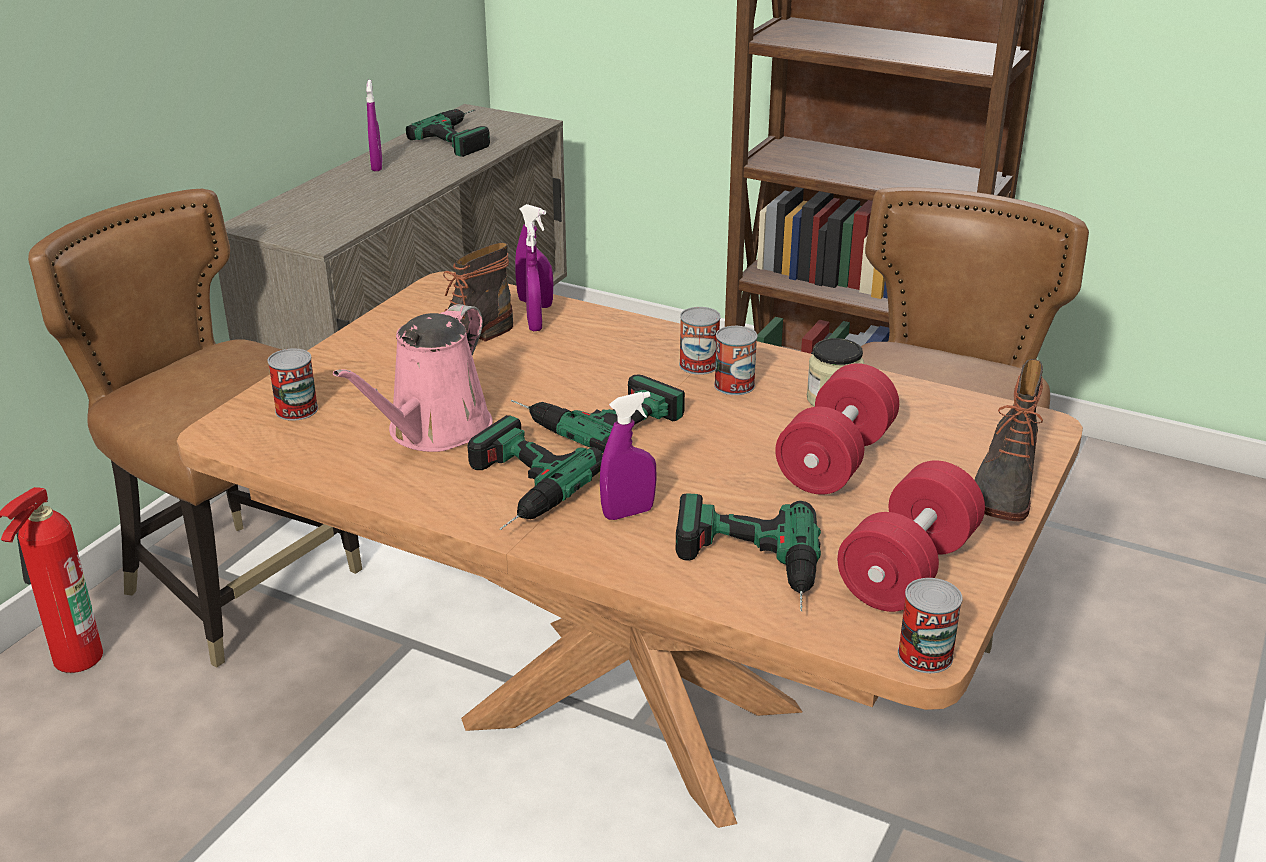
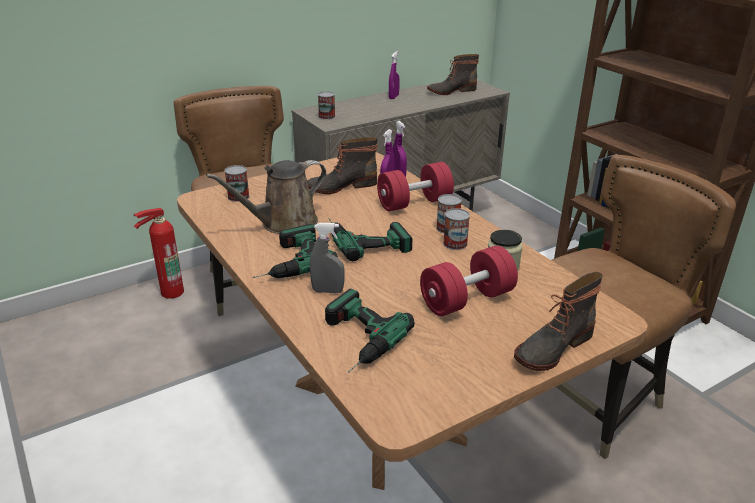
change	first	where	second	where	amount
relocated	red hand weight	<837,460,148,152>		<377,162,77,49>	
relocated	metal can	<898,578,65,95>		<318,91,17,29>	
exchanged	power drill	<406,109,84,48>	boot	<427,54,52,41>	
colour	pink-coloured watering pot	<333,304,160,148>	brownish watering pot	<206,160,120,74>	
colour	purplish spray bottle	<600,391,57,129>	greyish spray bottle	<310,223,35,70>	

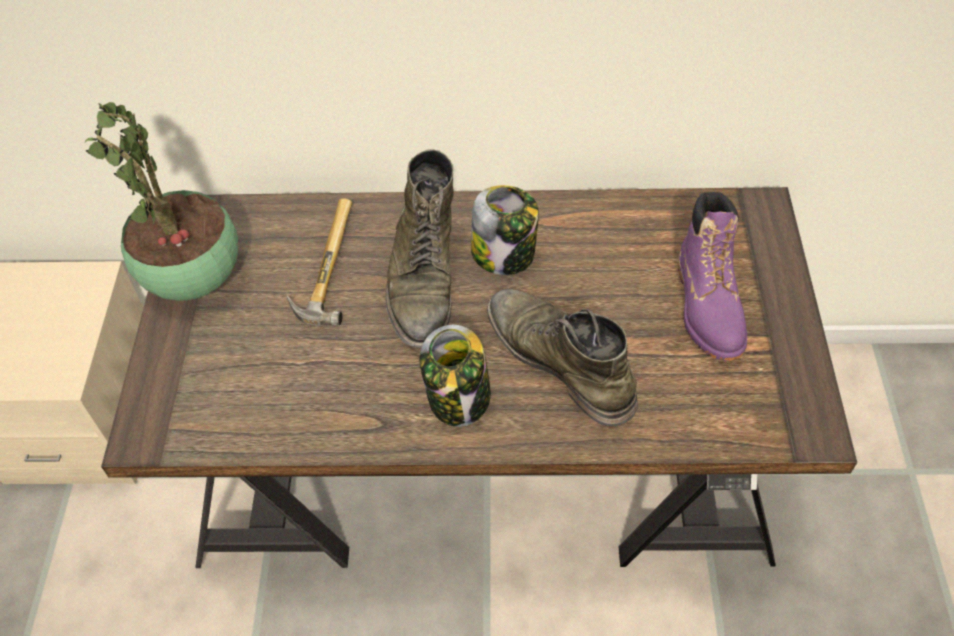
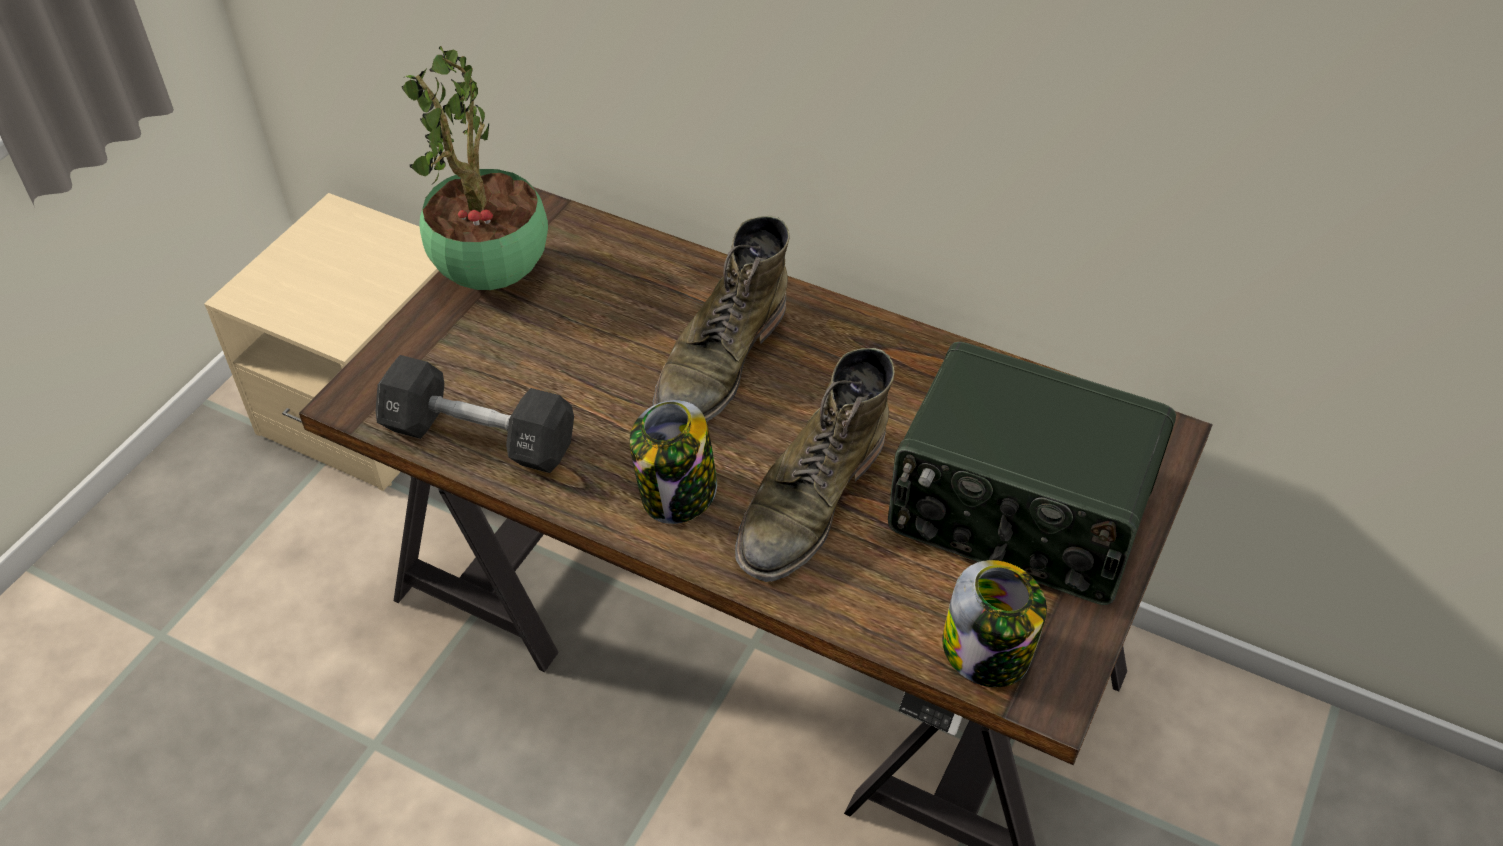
change	first	where	second	where	amount
missing	tool hammer	<286,198,67,128>			
appeared			black-coloured hand weight	<376,355,198,118>	
relocated	preserve jar	<471,185,68,90>		<942,560,105,127>	
exchanged	purplish boot	<678,192,69,169>	radio receiver	<888,342,288,263>	
spun	green-coloured boot	<487,289,151,138>		<735,348,160,234>	135 degrees counterclockwise

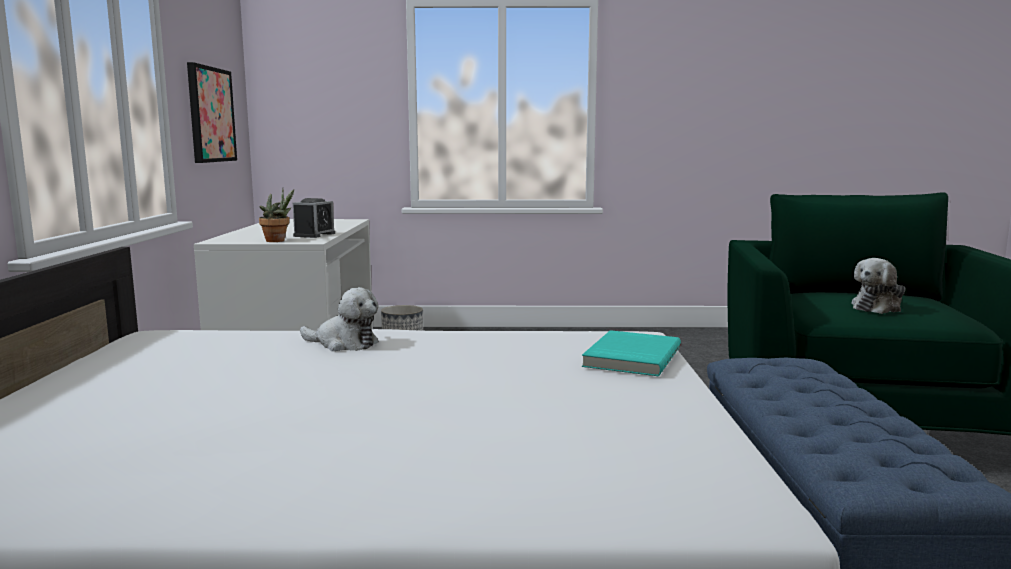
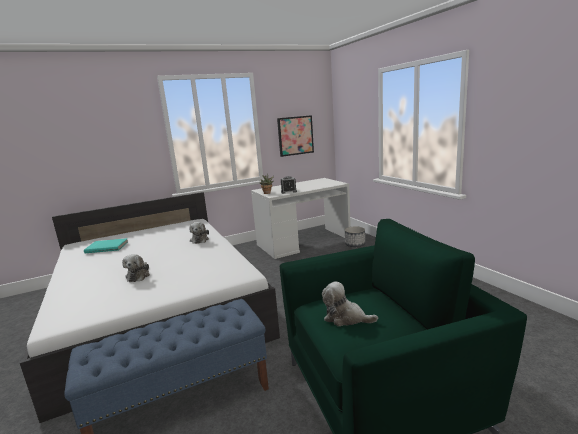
change	first	where	second	where	amount
appeared			soft toy	<122,254,28,28>	
relocated	turquoise-coloured volume	<582,330,99,46>		<84,238,44,15>	

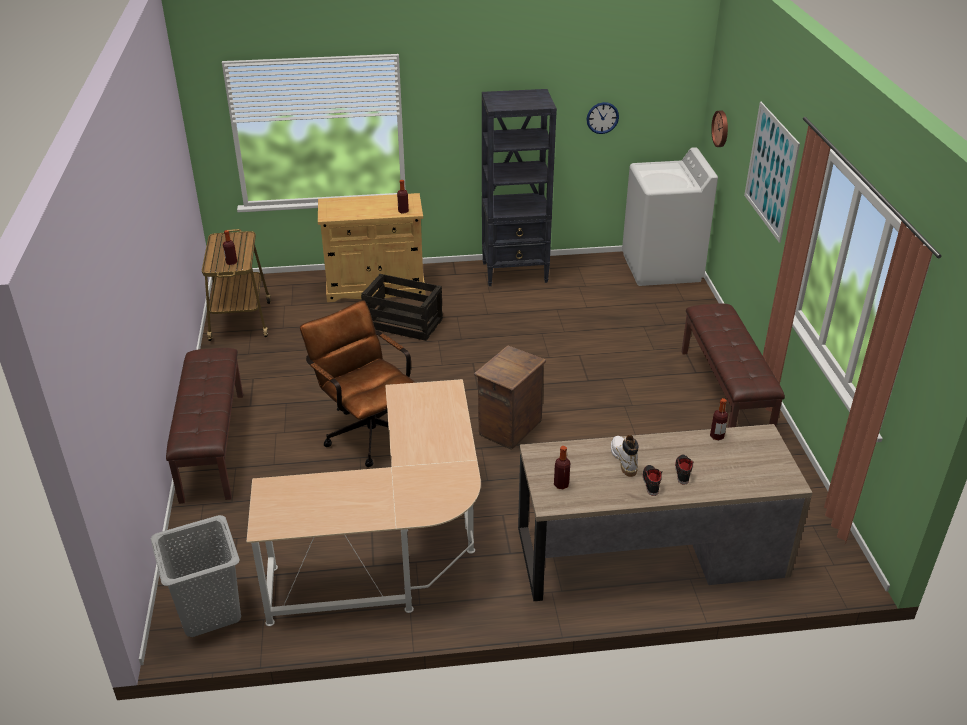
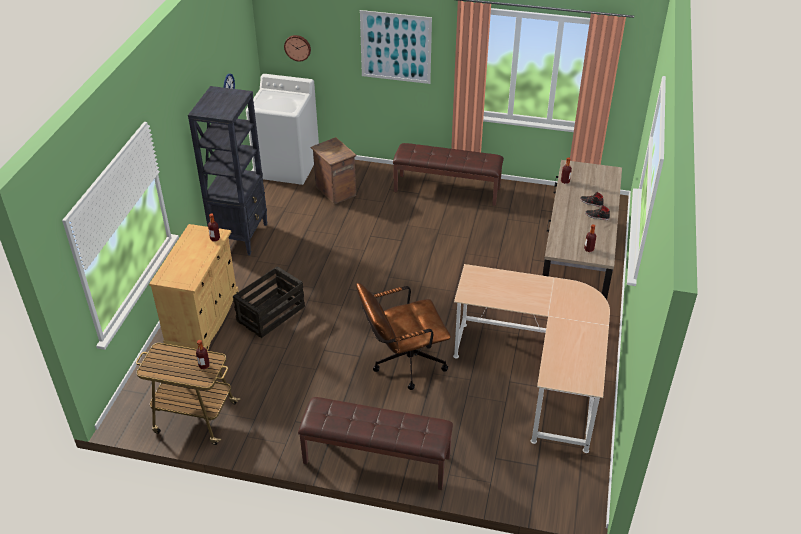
change	first	where	second	where	amount
missing	greyish hamper	<151,515,90,122>			
missing	white-coloured boot	<611,435,27,42>			
relocated	packing crate	<474,345,72,105>		<311,137,45,67>	

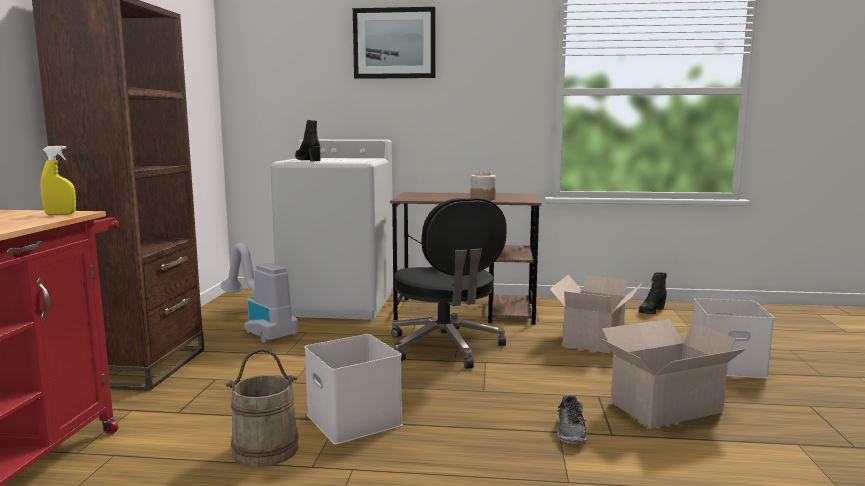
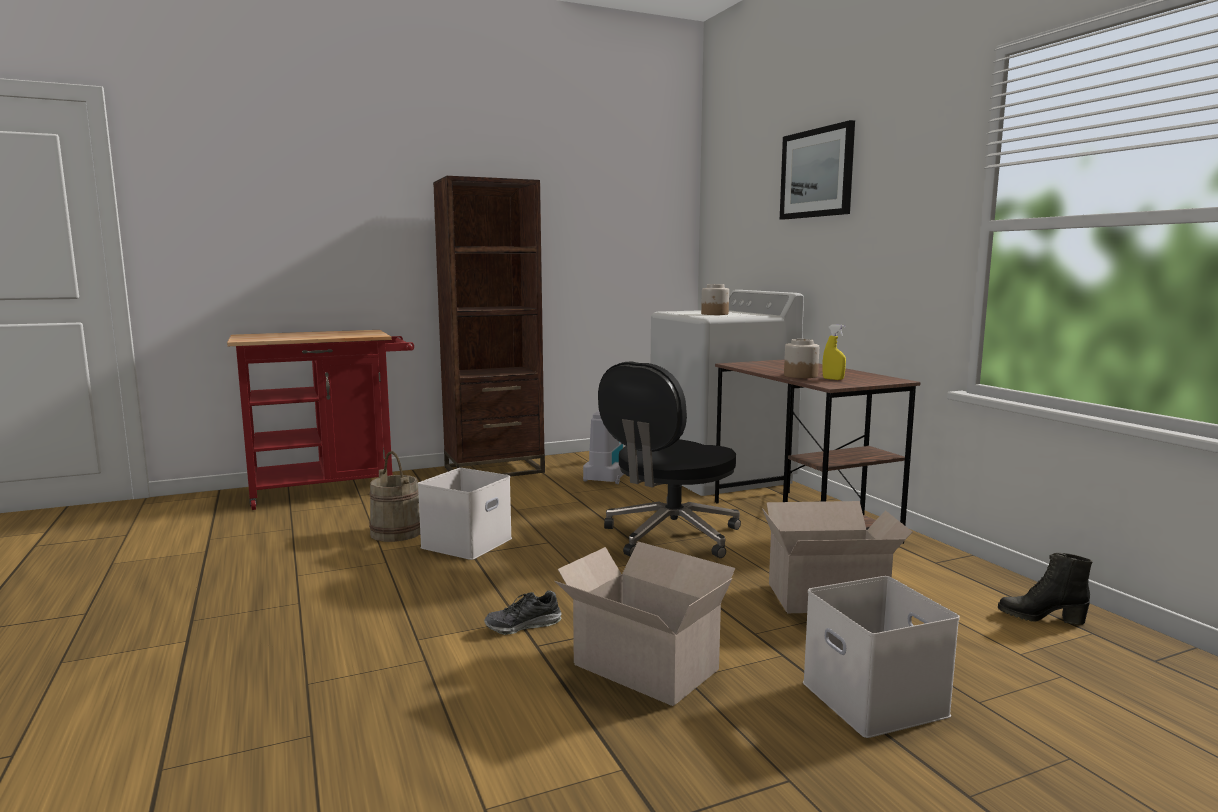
change	first	where	second	where	amount
missing	black-coloured boot	<295,120,26,42>			
appeared			preserve jar	<701,284,28,31>	
relocated	yellow spray bottle	<40,146,36,69>		<822,324,24,56>	

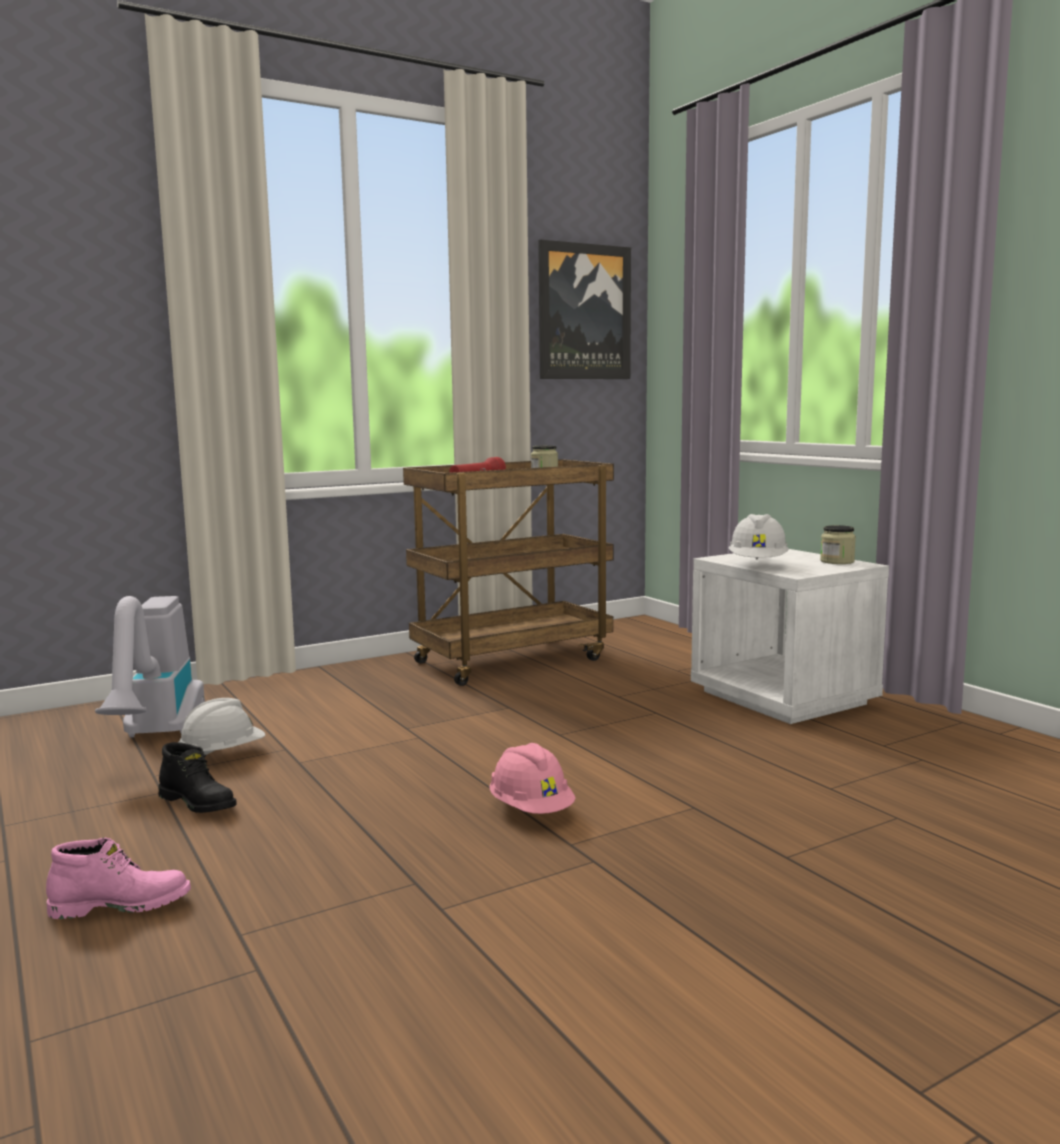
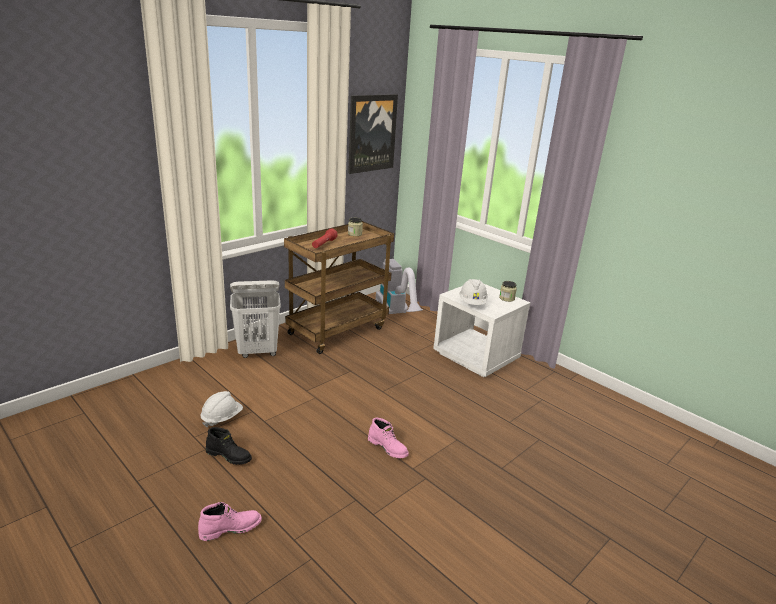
change	first	where	second	where	amount
appeared			white-coloured hamper	<230,280,51,78>	
relocated	vacuum cleaner	<95,596,110,142>		<376,259,47,55>	
exchanged	pink-coloured work helmet	<489,743,87,71>	pink-coloured boot	<368,418,41,40>	

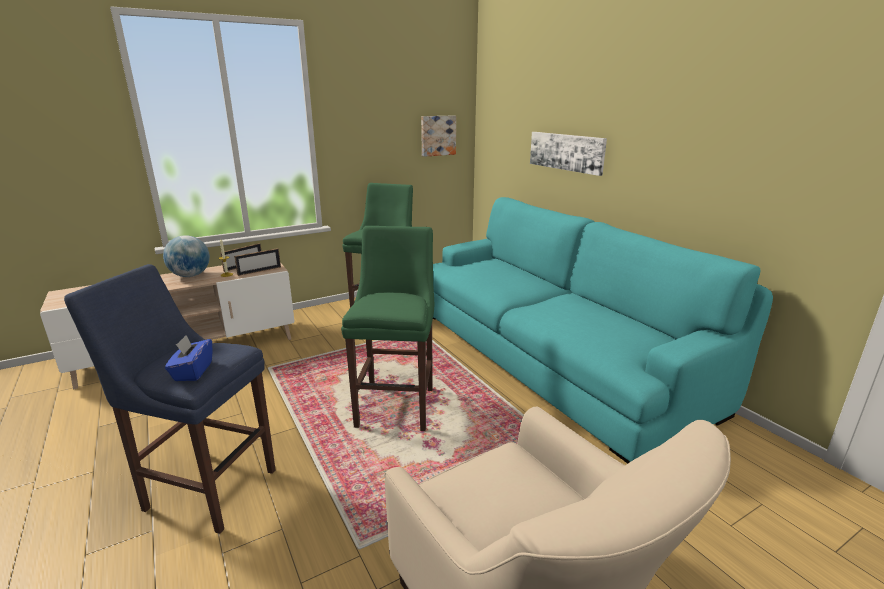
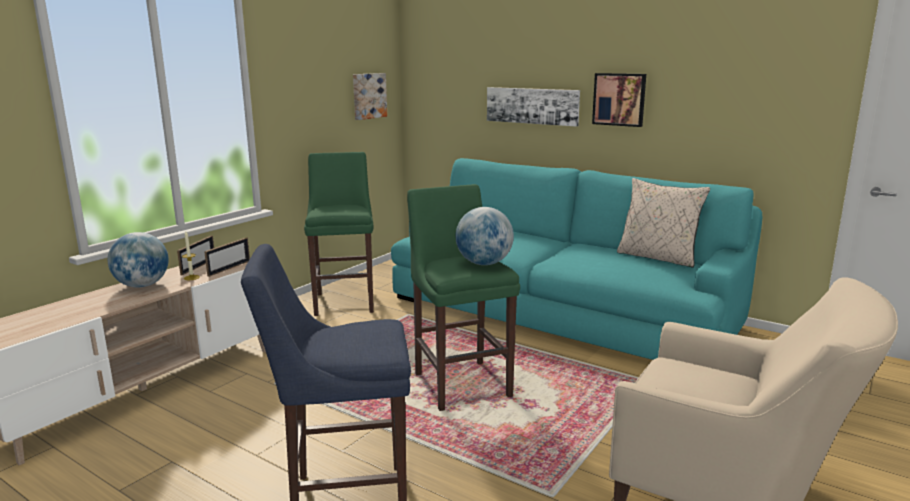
change	first	where	second	where	amount
missing	blue box of tissues	<165,335,47,46>			
appeared			globe	<456,207,58,58>	
appeared			wall picture	<592,73,54,54>	
appeared			beige pillow	<617,178,93,90>	

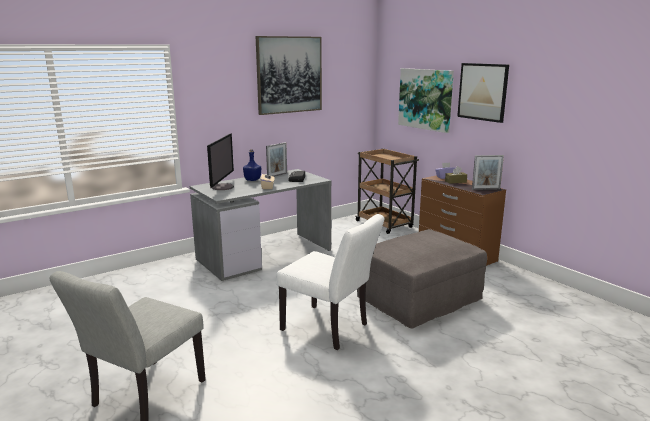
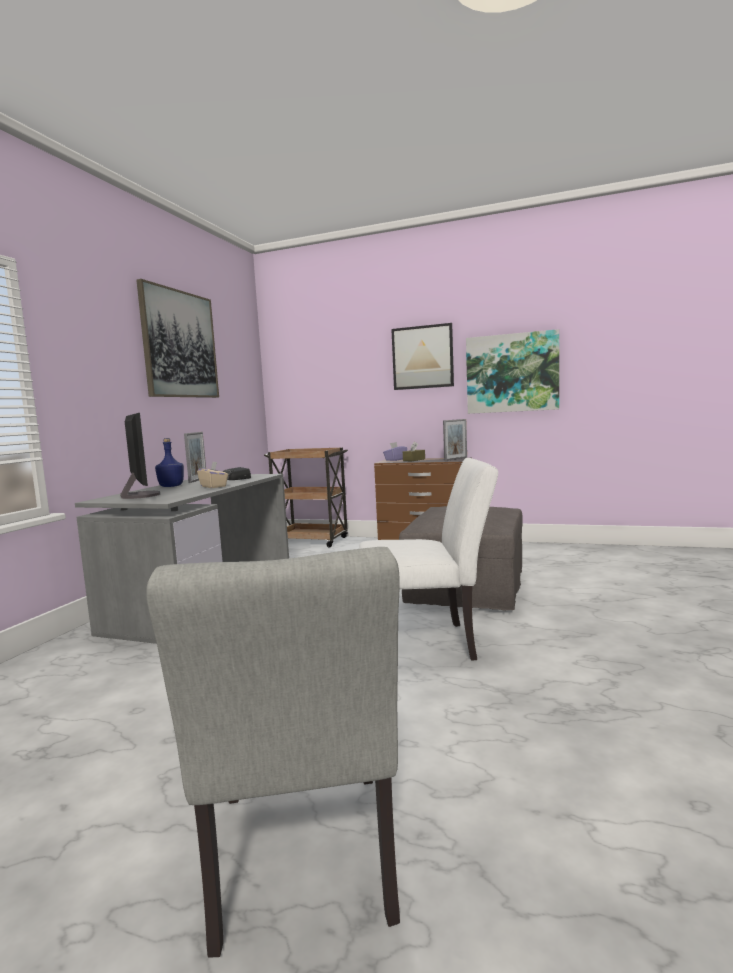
change	first	where	second	where	amount
relocated	wall picture	<398,68,56,65>		<466,329,93,85>	

